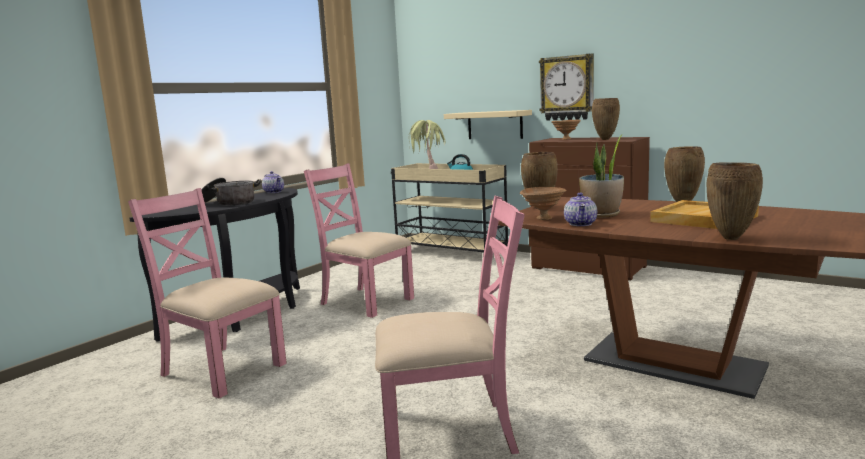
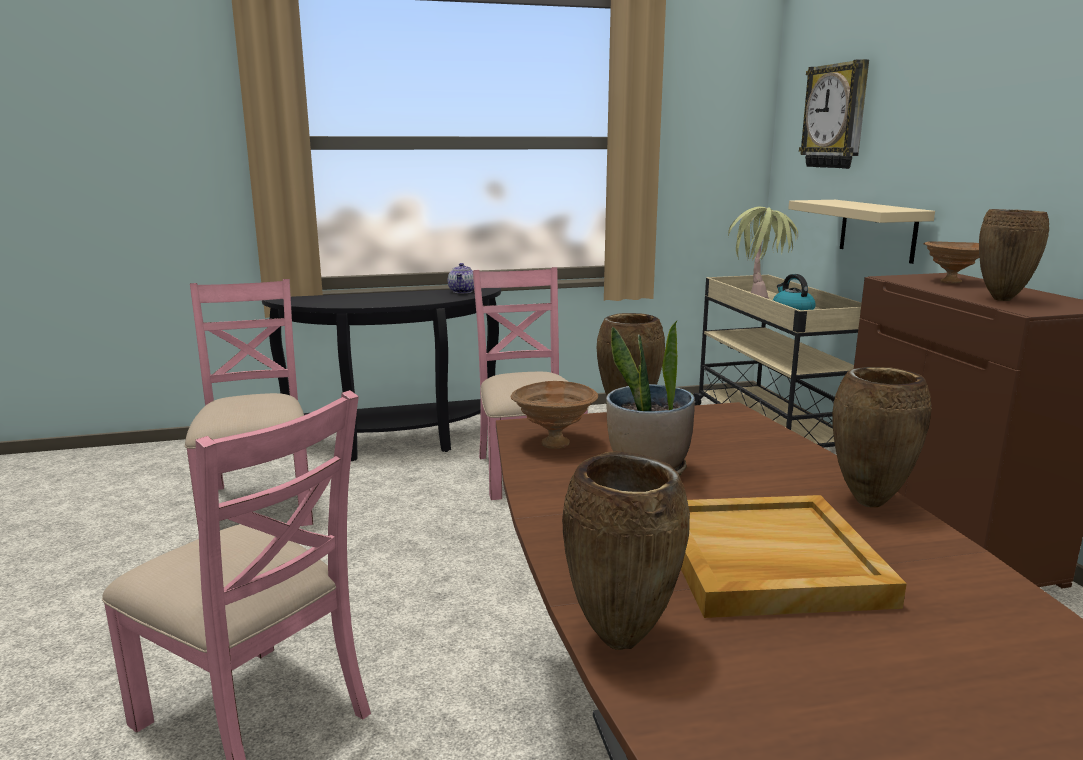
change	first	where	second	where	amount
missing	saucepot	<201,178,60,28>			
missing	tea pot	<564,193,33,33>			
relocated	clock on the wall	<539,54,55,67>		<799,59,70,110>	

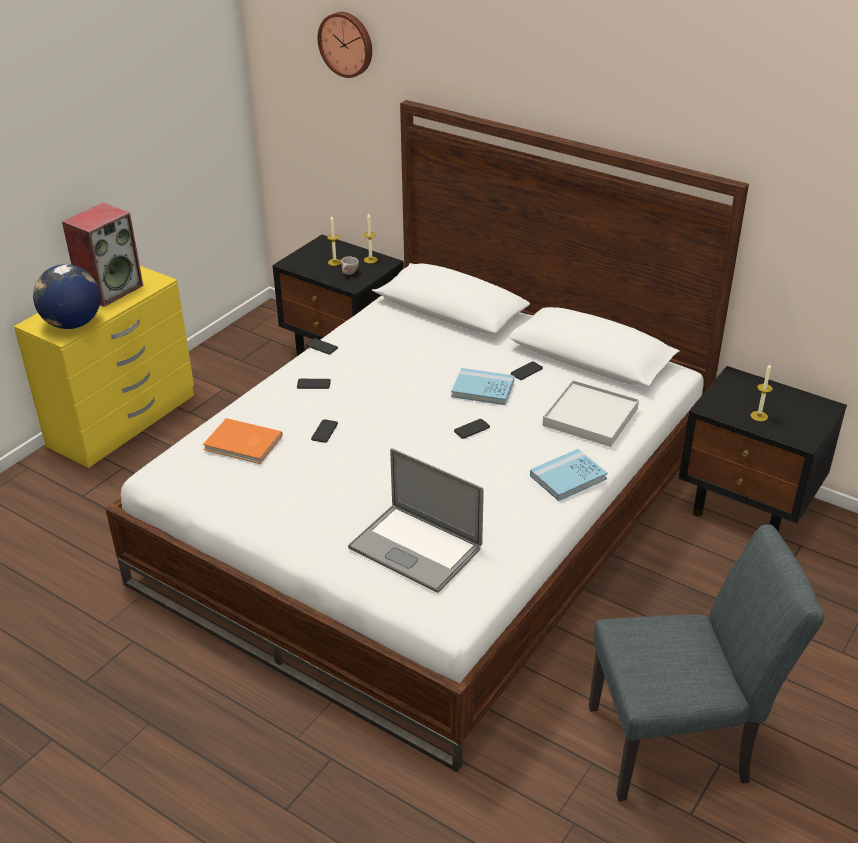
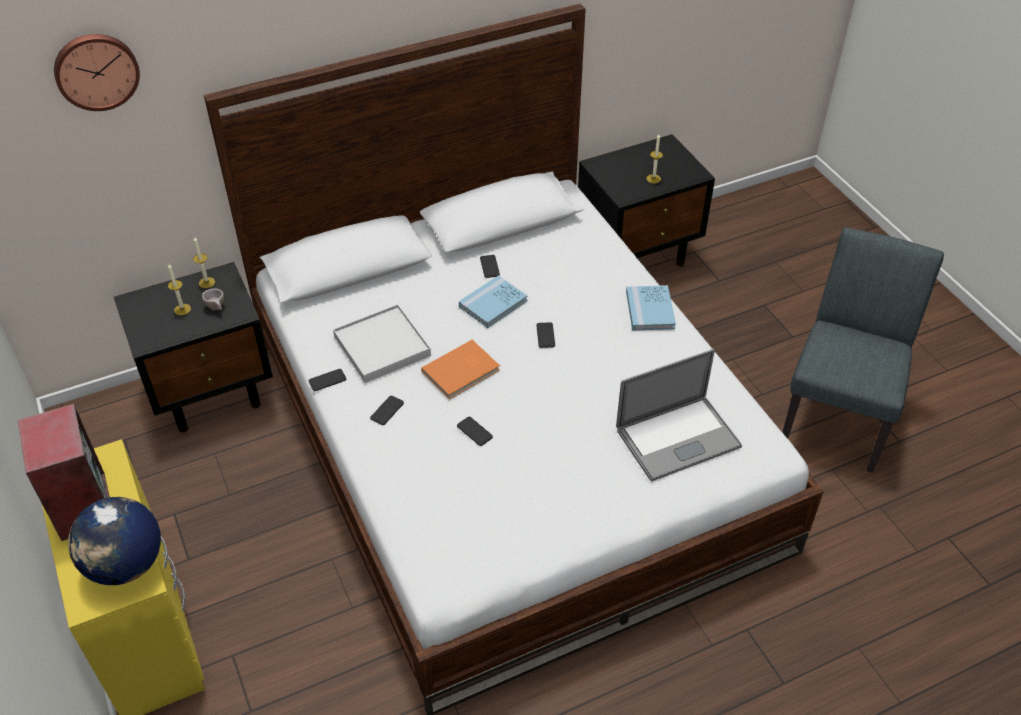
change	first	where	second	where	amount
relocated	orangey volume	<203,418,80,46>		<421,340,79,60>	
relocated	white-coloured serving tray	<543,380,96,67>		<333,304,98,79>	

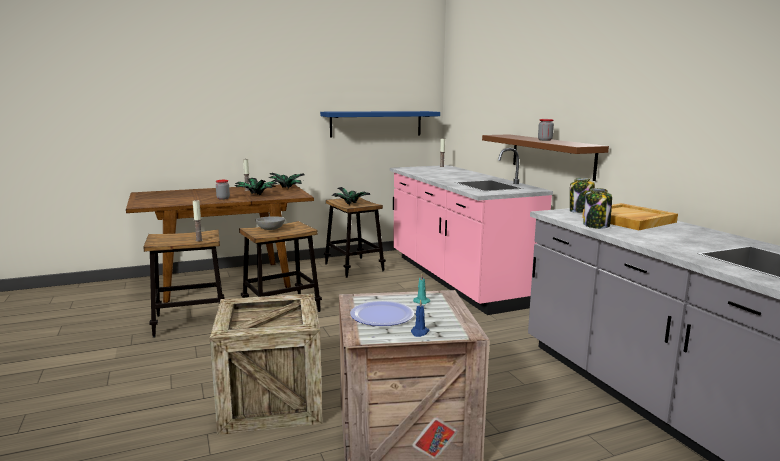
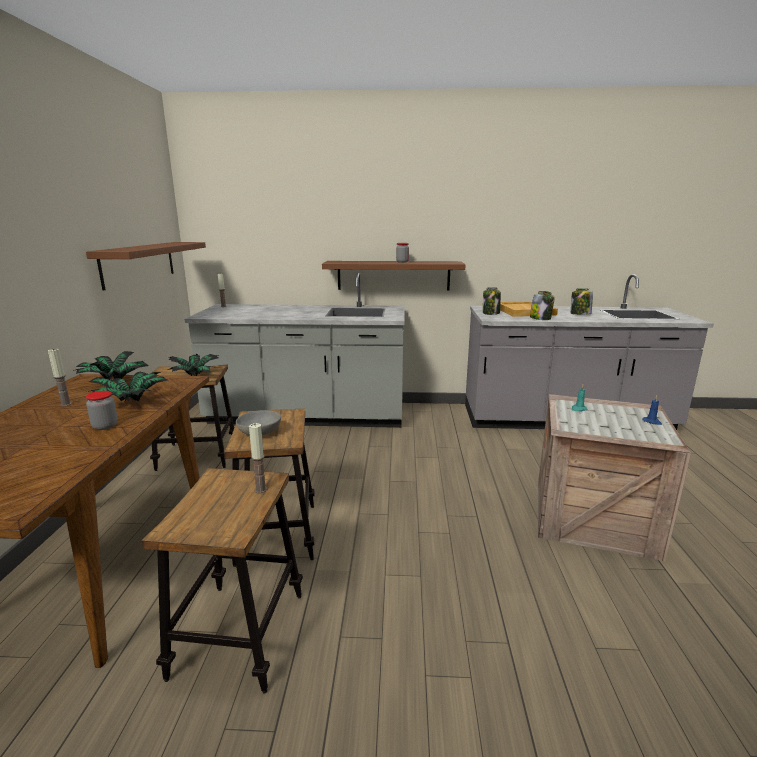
change	first	where	second	where	amount
missing	packing crate	<210,293,113,142>			
missing	dinner plate	<350,301,64,25>			
appeared			preserve jar	<571,288,22,27>	
colour	blue bracket shelf	<320,111,120,26>	brownish bracket shelf	<86,242,120,49>	
colour	pink-coloured kitchen counter	<390,148,163,167>	greyish kitchen counter	<184,273,221,155>	

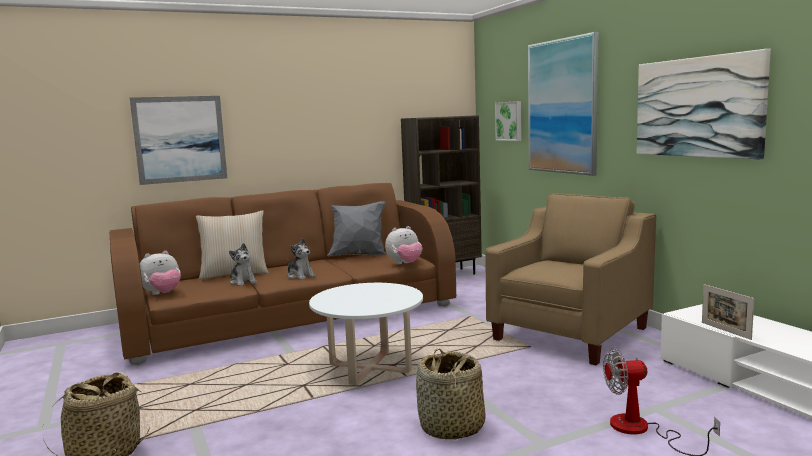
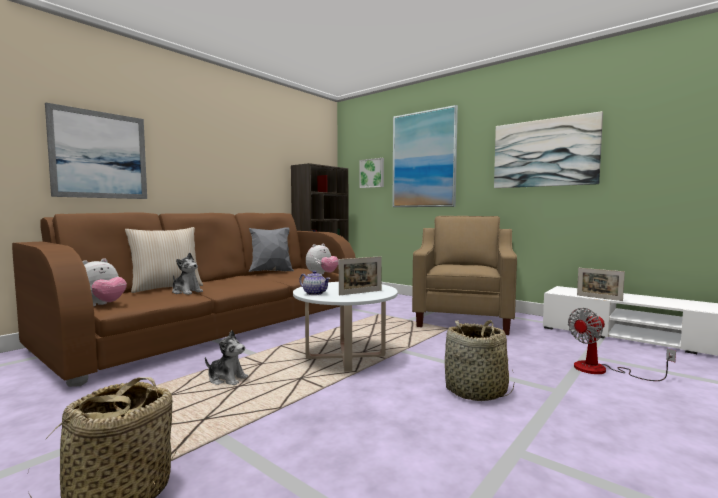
change	first	where	second	where	amount
appeared			tea pot	<299,271,32,24>	
appeared			standing frame	<339,256,43,39>	
relocated	soft toy	<287,238,29,42>		<205,330,43,55>	

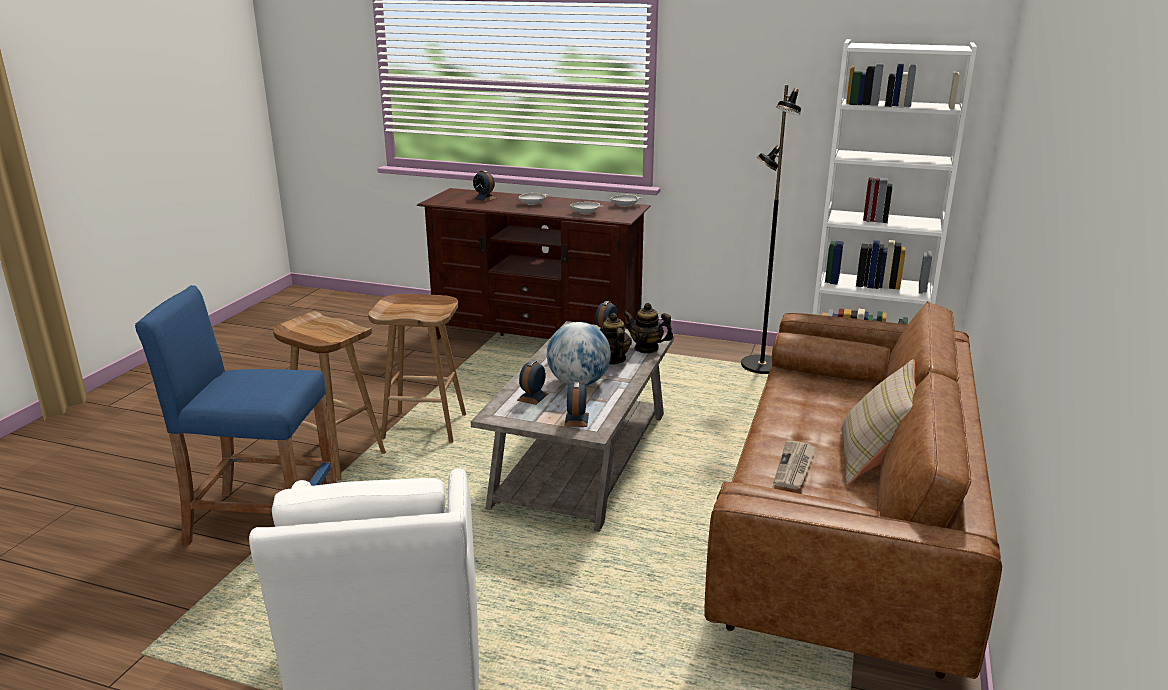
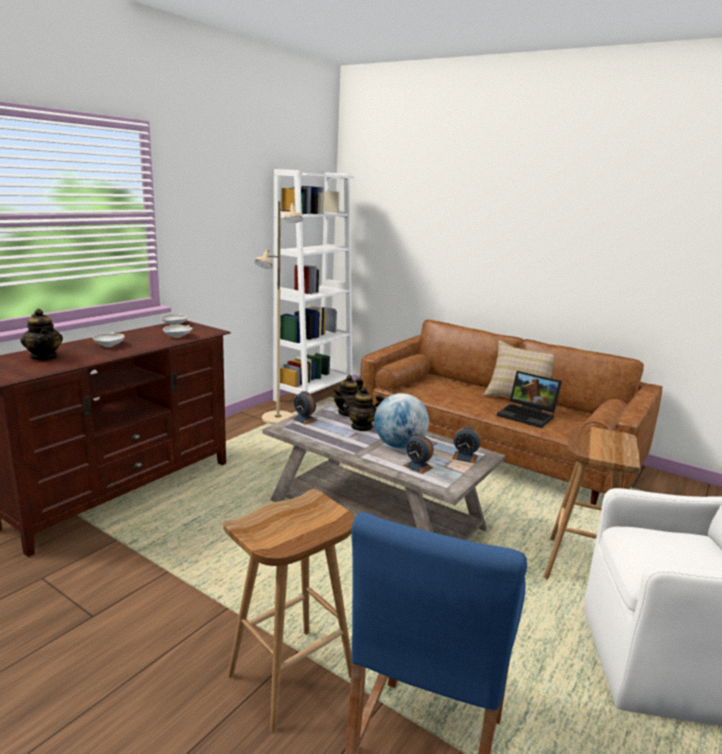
change	first	where	second	where	amount
relocated	brownish sitting stool	<368,294,98,149>		<544,426,97,153>	
exchanged	bedside clock	<472,170,25,32>	tea pot	<21,309,42,51>	
exchanged	daily paper	<773,440,43,49>	laptop	<497,371,65,57>	
colour	black-coloured standard lamp	<741,85,60,289>	beige standard lamp	<254,201,49,223>	

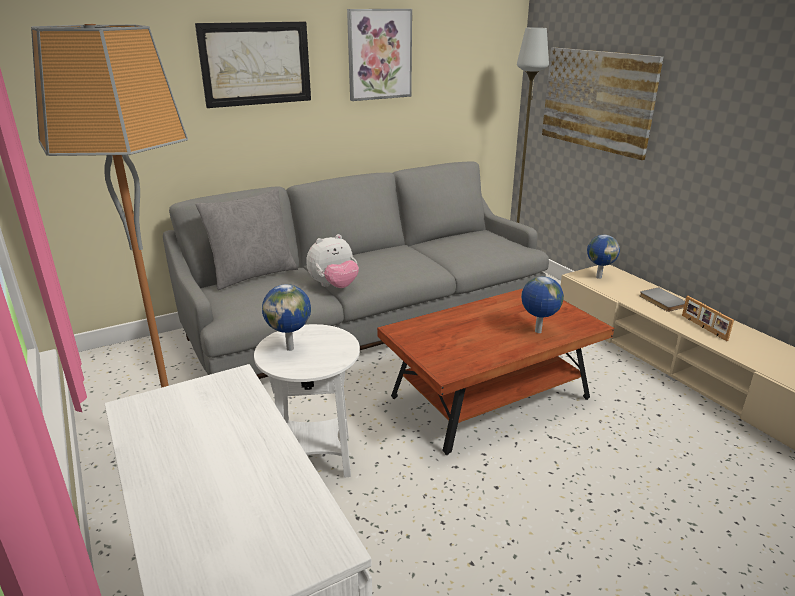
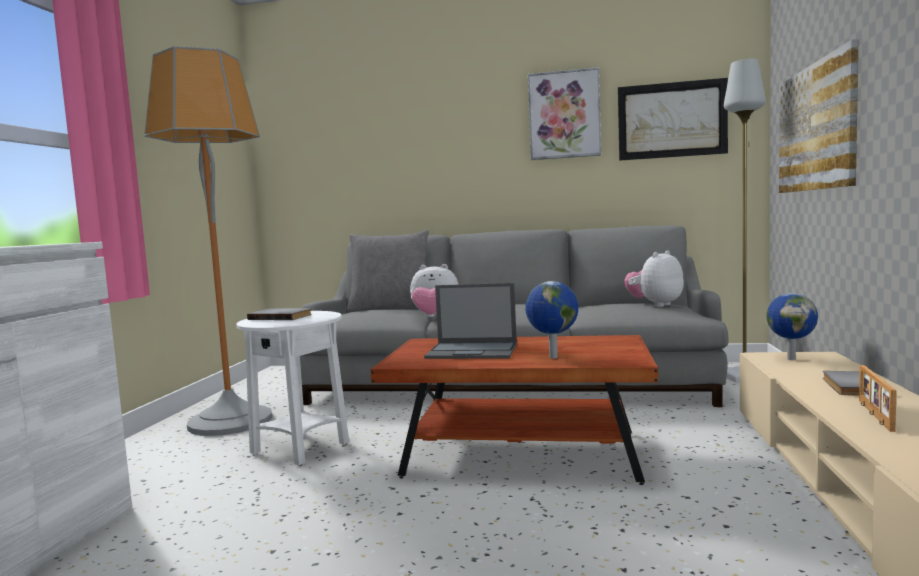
change	first	where	second	where	amount
appeared			laptop	<424,283,93,76>	
appeared			soft toy	<624,250,60,57>	
relocated	wall picture	<195,22,116,86>		<618,78,110,83>	
exchanged	globe	<262,284,49,67>	greyish volume	<247,308,65,12>	

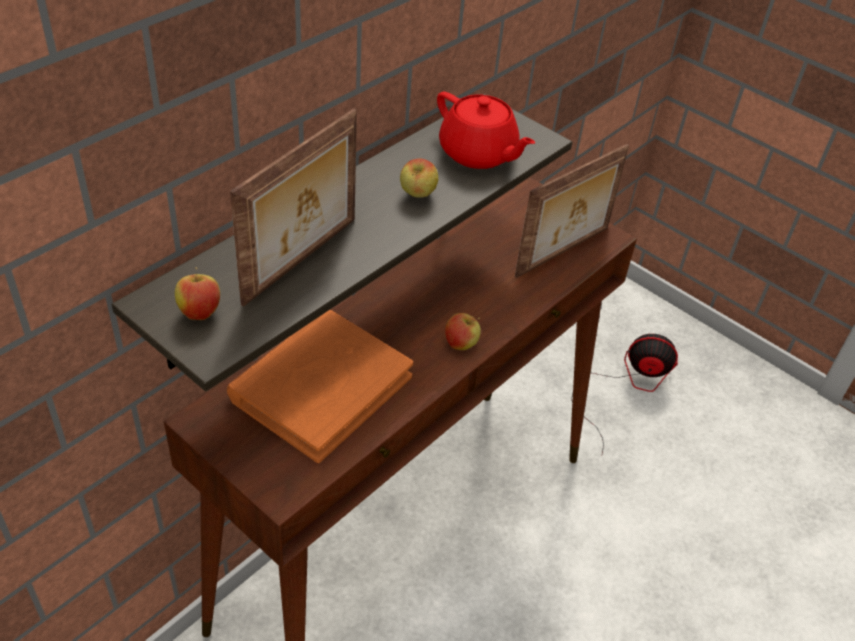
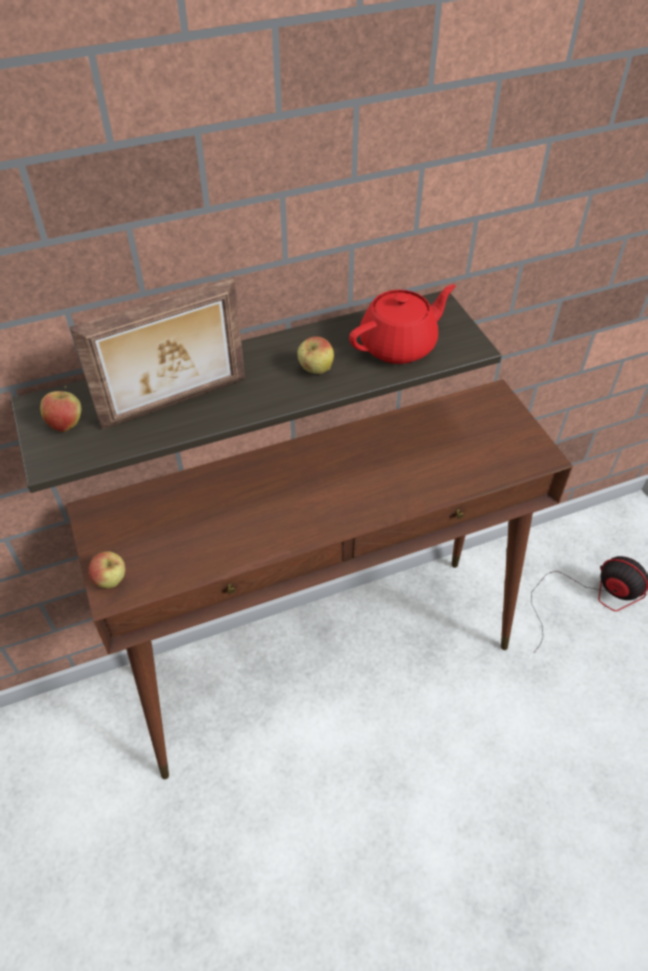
change	first	where	second	where	amount
missing	orangey volume	<227,310,186,153>			
missing	standing frame	<515,144,114,134>			
relocated	whole apple	<445,313,36,37>		<89,551,36,37>	
spun	red tea pot	<437,92,98,77>		<349,284,107,80>	105 degrees counterclockwise

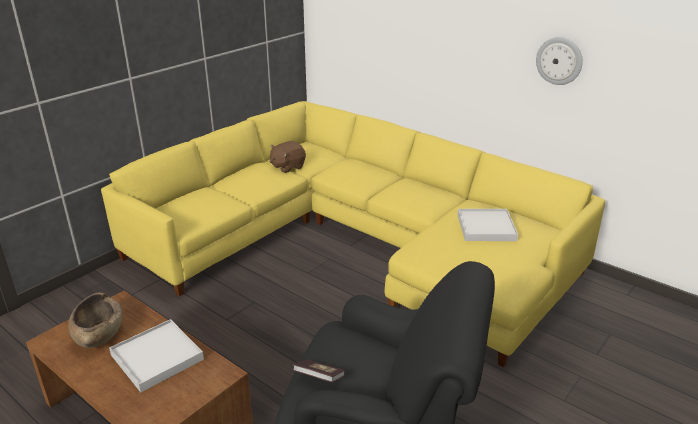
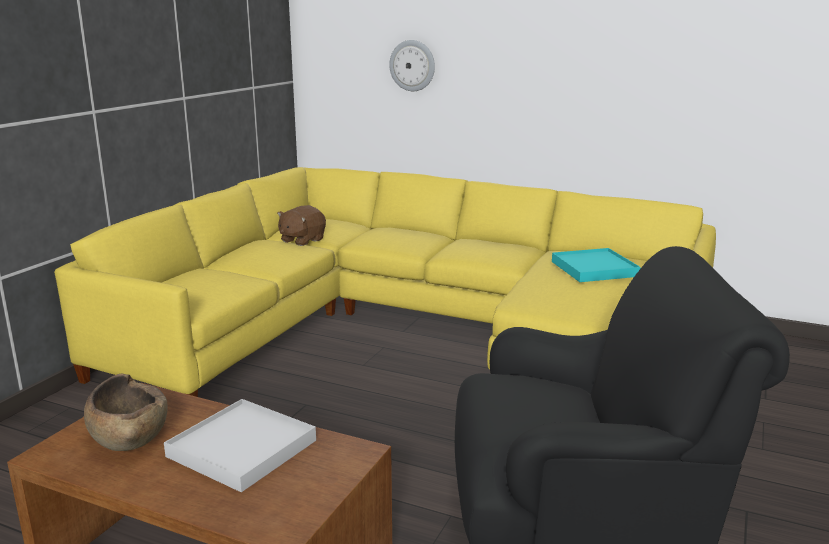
change	first	where	second	where	amount
missing	volume	<293,360,52,22>			
relocated	clock on the wall	<536,37,47,48>		<389,40,46,51>	
colour	white-coloured serving tray	<458,209,60,32>	turquoise-coloured serving tray	<552,248,89,34>	

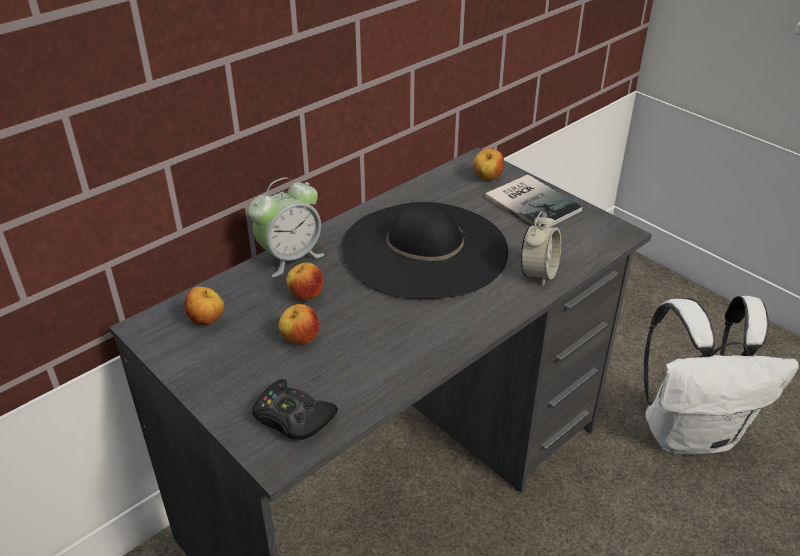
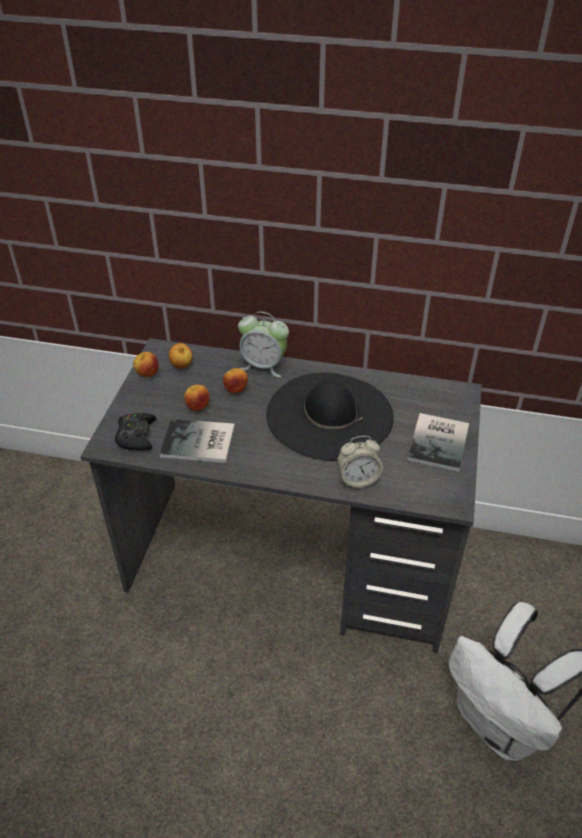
change	first	where	second	where	amount
appeared			volume	<160,419,75,44>	
relocated	whole apple	<473,148,31,33>		<133,352,26,25>	

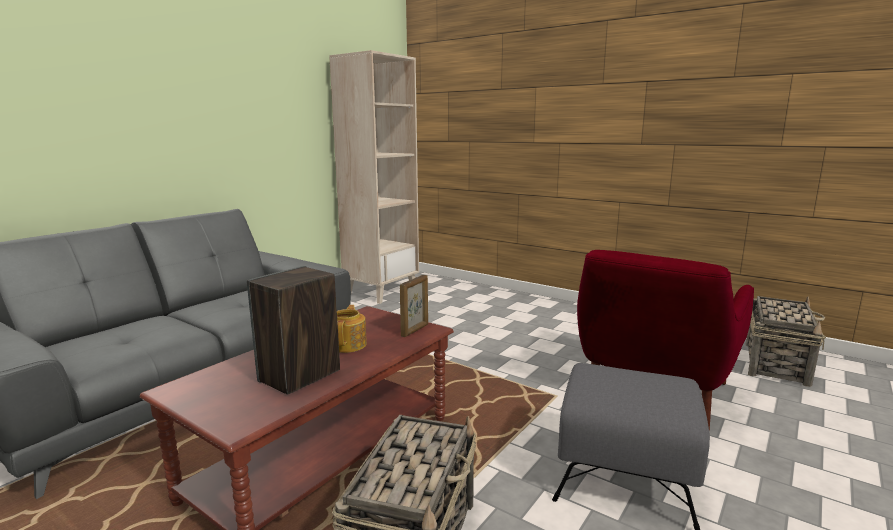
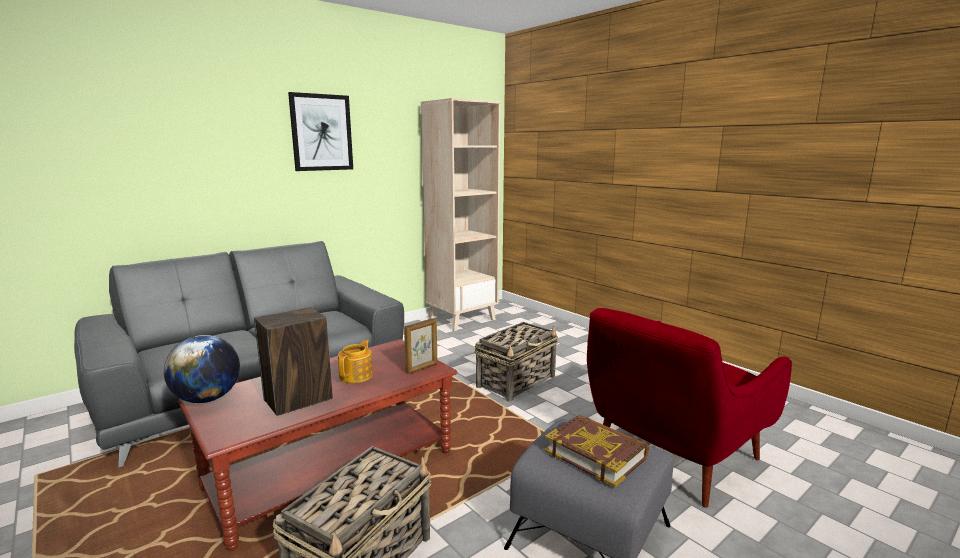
change	first	where	second	where	amount
appeared			globe	<164,335,76,68>	
appeared			wall picture	<288,92,65,79>	
appeared			volume	<545,415,104,72>	
relocated	household basket	<745,296,81,91>		<475,322,83,79>	

